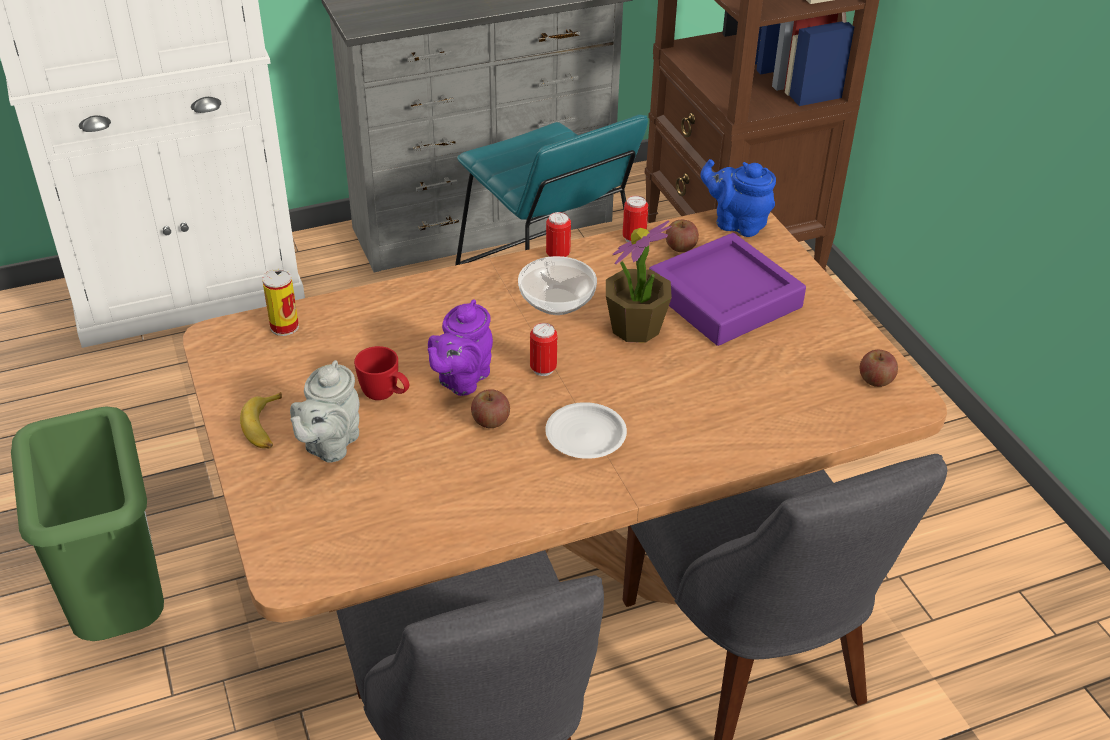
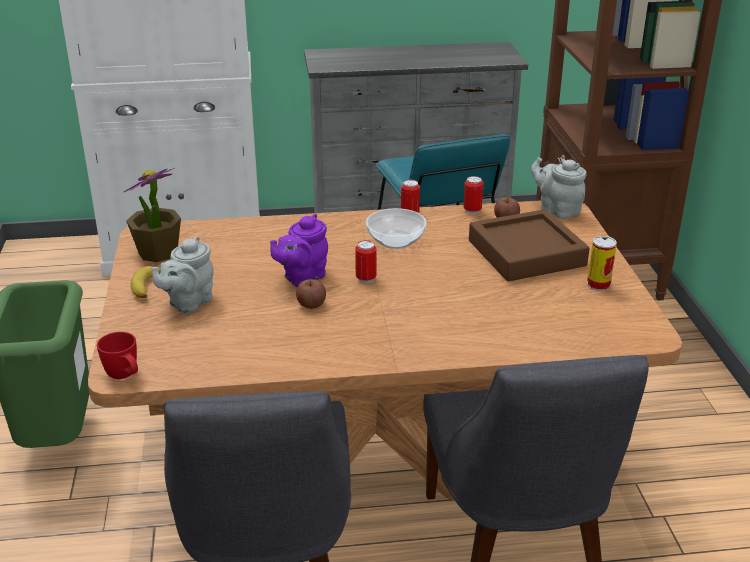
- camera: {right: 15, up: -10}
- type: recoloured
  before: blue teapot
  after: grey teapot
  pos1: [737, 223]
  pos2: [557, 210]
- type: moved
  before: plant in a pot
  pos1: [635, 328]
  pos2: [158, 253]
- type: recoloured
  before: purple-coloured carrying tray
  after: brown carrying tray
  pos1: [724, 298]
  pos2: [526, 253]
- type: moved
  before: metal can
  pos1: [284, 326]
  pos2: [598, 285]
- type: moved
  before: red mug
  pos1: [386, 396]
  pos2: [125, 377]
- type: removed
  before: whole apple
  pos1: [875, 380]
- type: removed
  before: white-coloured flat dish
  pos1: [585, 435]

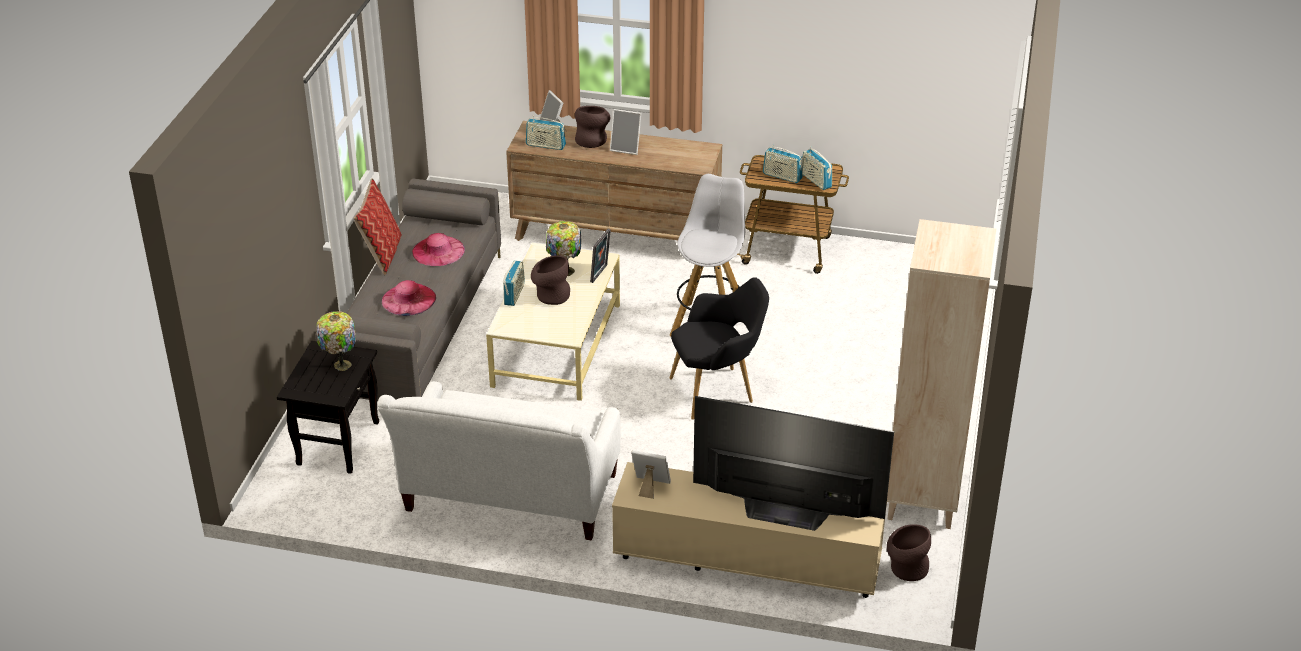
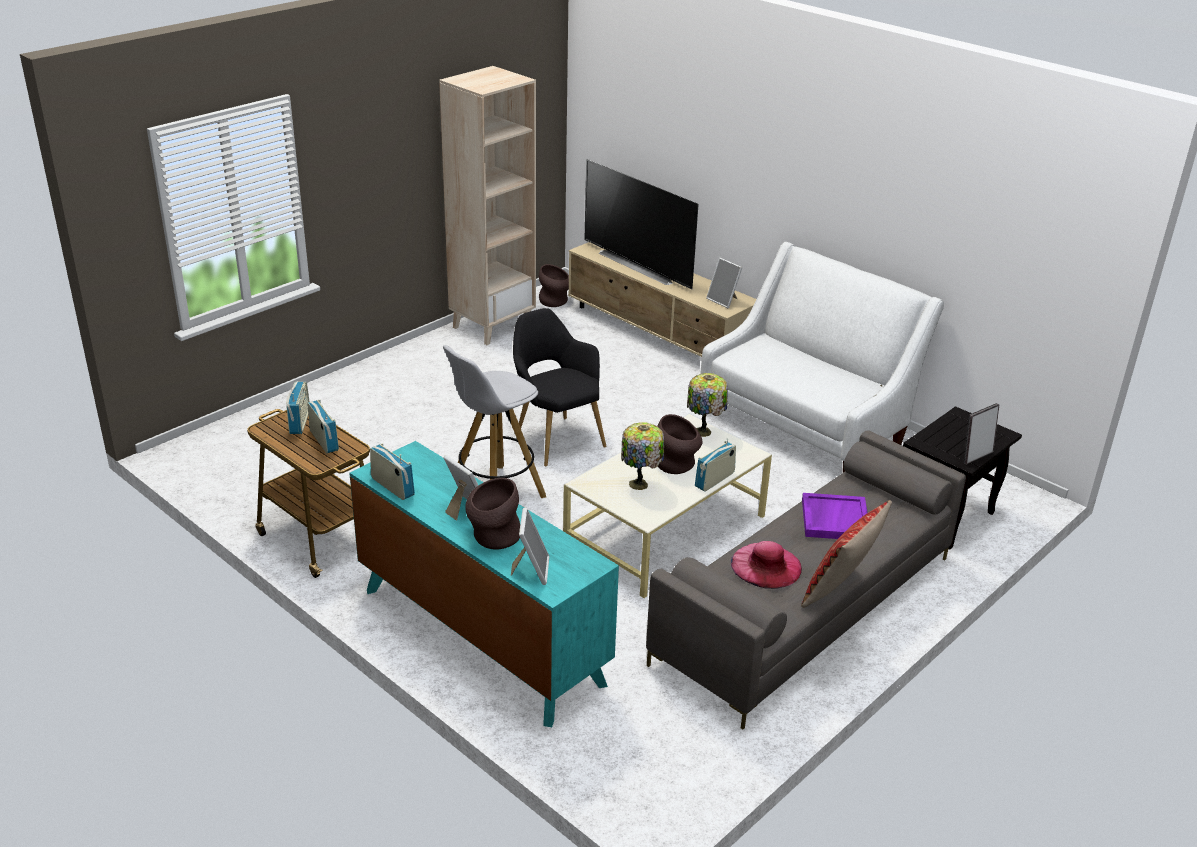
- camera: {right: -150, up: -5}
- type: moved
  before: radio set
  pos1: [545, 145]
  pos2: [392, 487]
- type: recoloured
  before: brown chest of drawers
  after: turquoise chest of drawers
  pos1: [616, 236]
  pos2: [480, 635]
- type: moved
  before: photo frame
  pos1: [600, 274]
  pos2: [976, 456]
- type: turned
  before: black lounge chair
  pos1: [717, 391]
  pos2: [555, 438]
  turn: 45
- type: replaced
  before: pink hat
  after: purple-coloured carrying tray
  pos1: [408, 299]
  pos2: [834, 519]
- type: moved
  before: lamp for a table
  pos1: [340, 365]
  pos2: [704, 432]

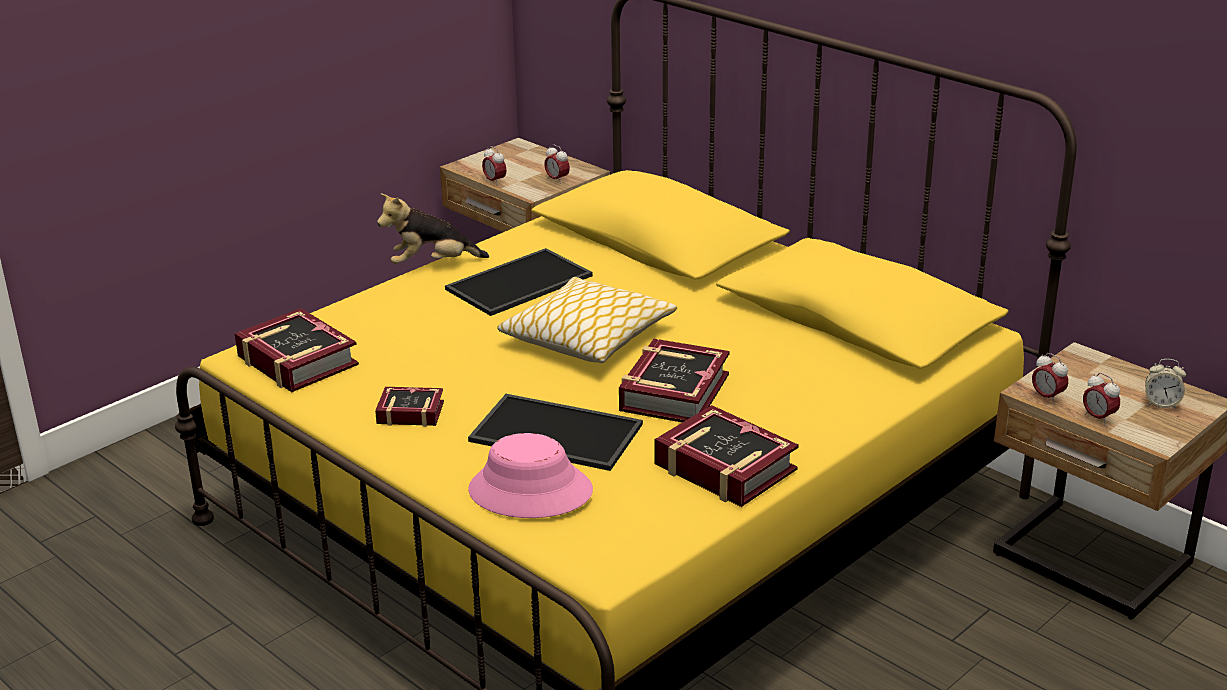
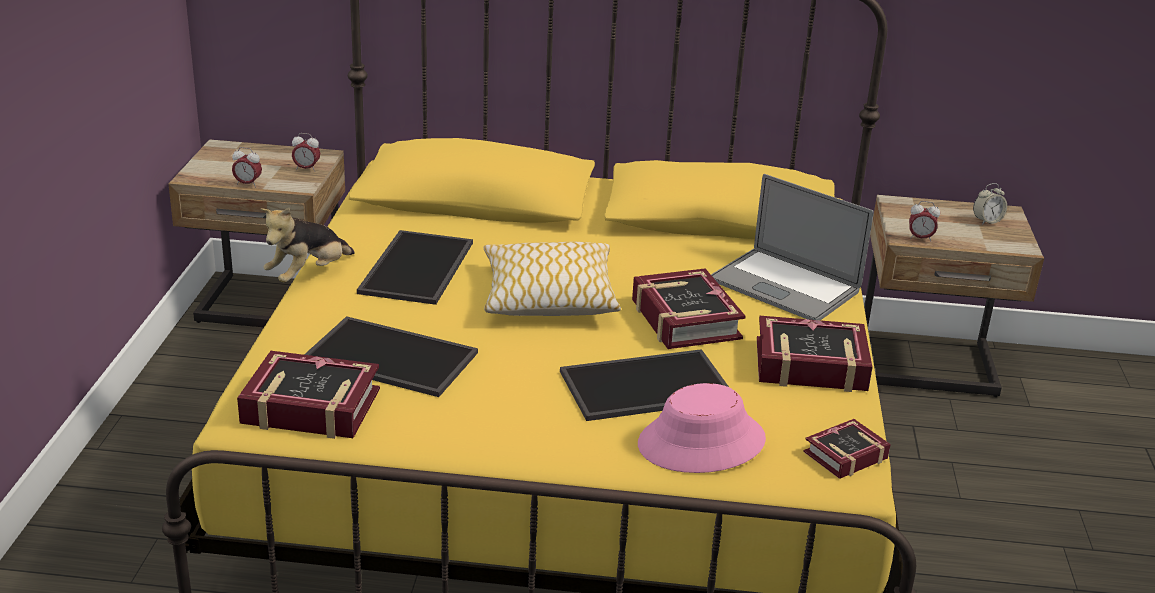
- camera: {right: -40, up: 0}
- type: removed
  before: table clock
  pos1: [1098, 418]
- type: moved
  before: bound book
  pos1: [408, 412]
  pos2: [841, 455]
- type: added
  after: laptop
  pos2: [784, 285]
- type: added
  after: carrying tray
  pos2: [388, 358]

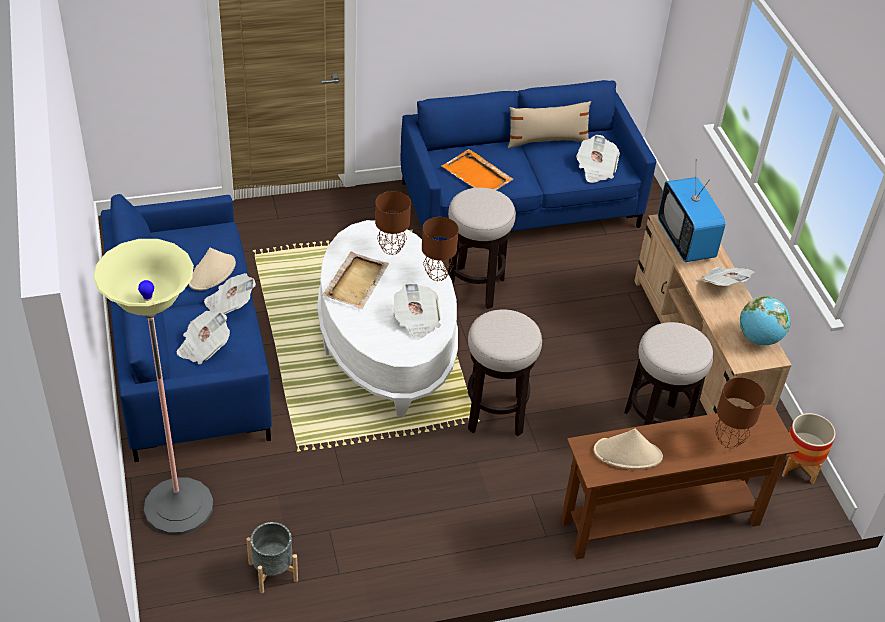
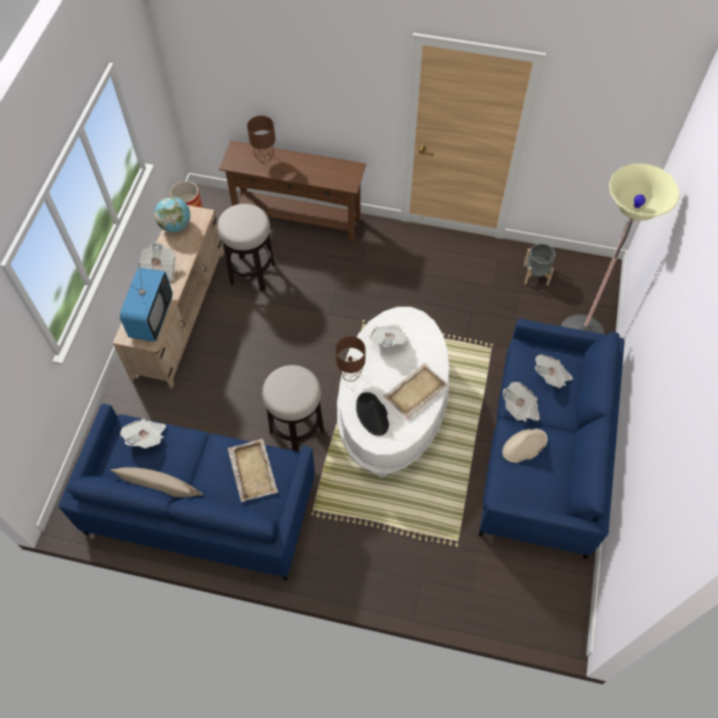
- camera: {right: -150, up: 15}
- type: recoloured
  before: orangey carrying tray
  after: beige-coloured carrying tray
  pos1: [477, 175]
  pos2: [252, 470]
- type: replaced
  before: brown lamp for a table
  after: black hat
  pos1: [390, 249]
  pos2: [372, 414]
- type: removed
  before: stool
  pos1: [495, 414]
- type: removed
  before: beige-coloured hat
  pos1: [628, 454]

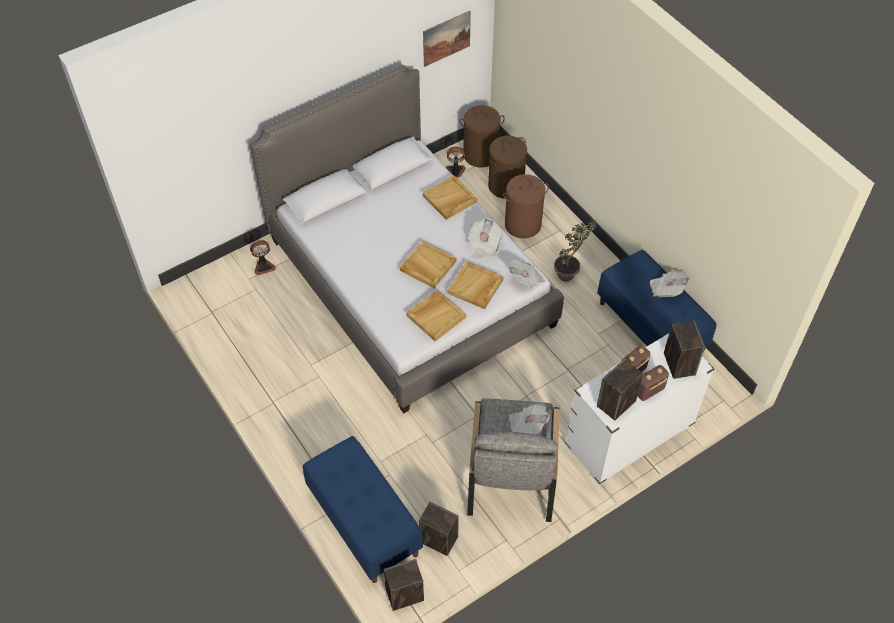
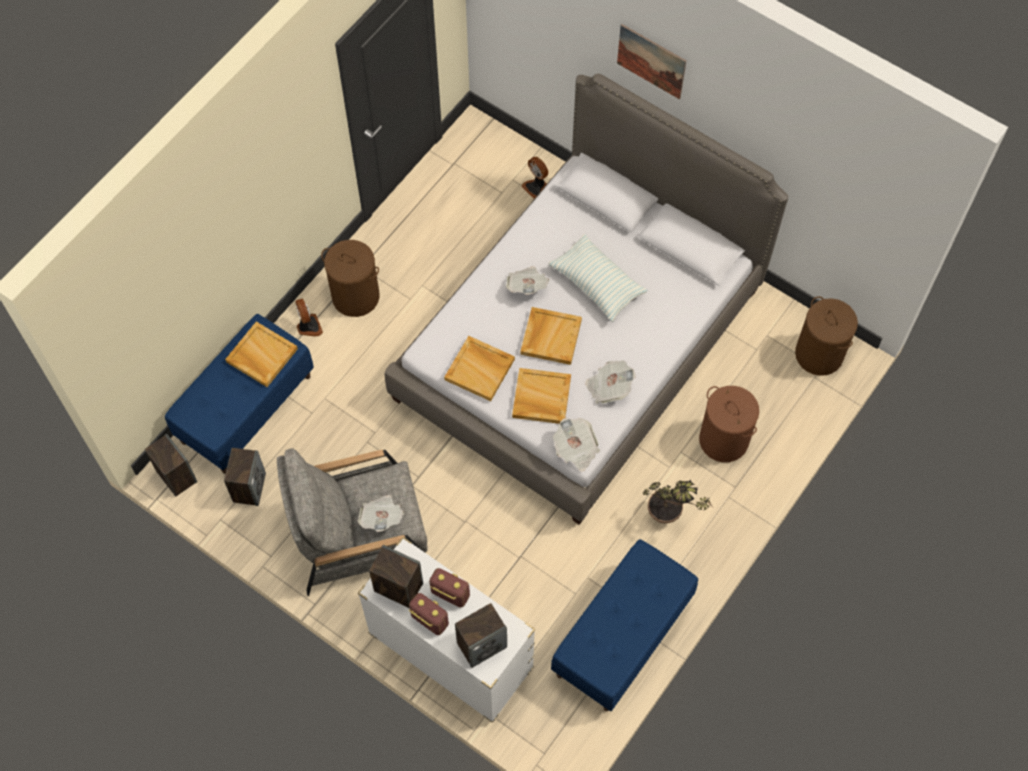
- camera: {right: 70, up: 10}
- type: moved
  before: wall picture
  pos1: [446, 38]
  pos2: [651, 61]
- type: moved
  before: brown laundry basket
  pos1: [506, 185]
  pos2: [356, 296]
- type: moved
  before: cooling fan
  pos1: [455, 171]
  pos2: [308, 327]
- type: moved
  before: beige-coloured carrying tray
  pos1: [449, 199]
  pos2: [261, 355]
- type: moved
  before: newspaper
  pos1: [667, 289]
  pos2: [527, 286]
- type: added
  after: throw pillow
  pos2: [597, 284]

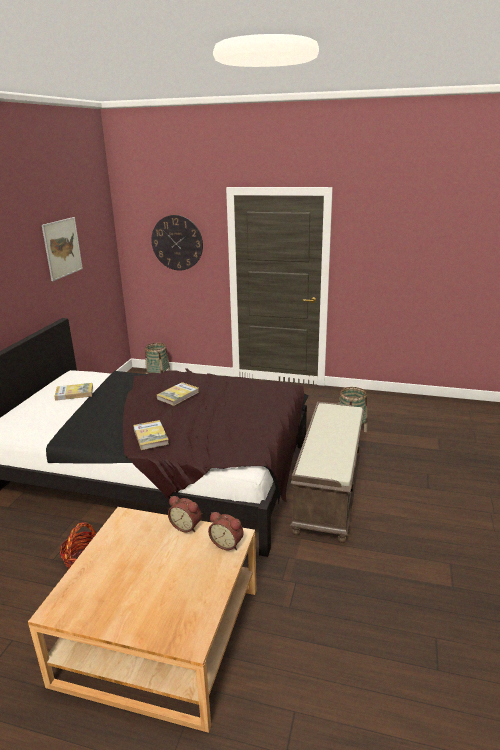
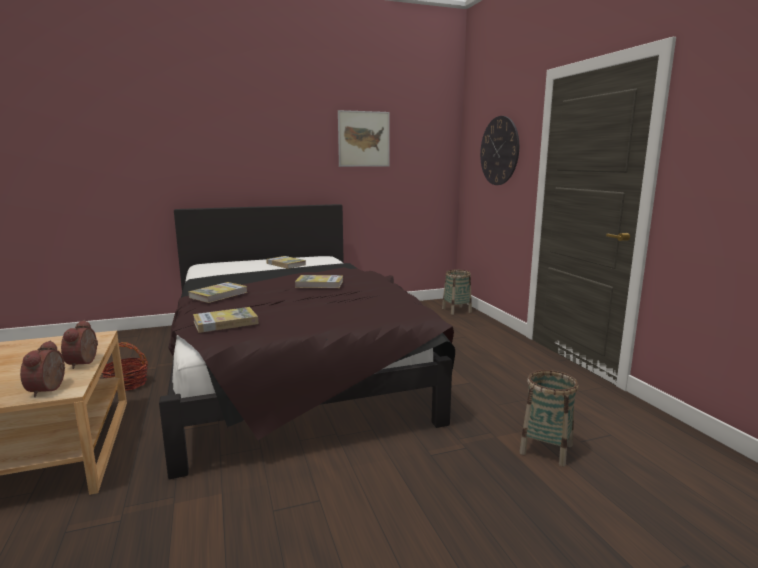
- camera: {right: 55, up: -10}
- type: removed
  before: brown long seat
  pos1: [328, 490]
- type: added
  after: bound book
  pos2: [225, 322]

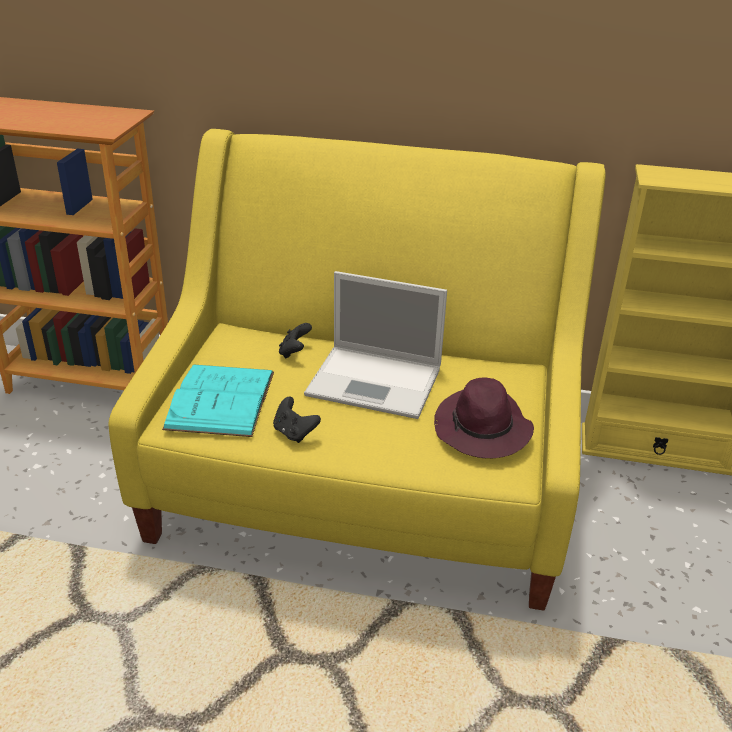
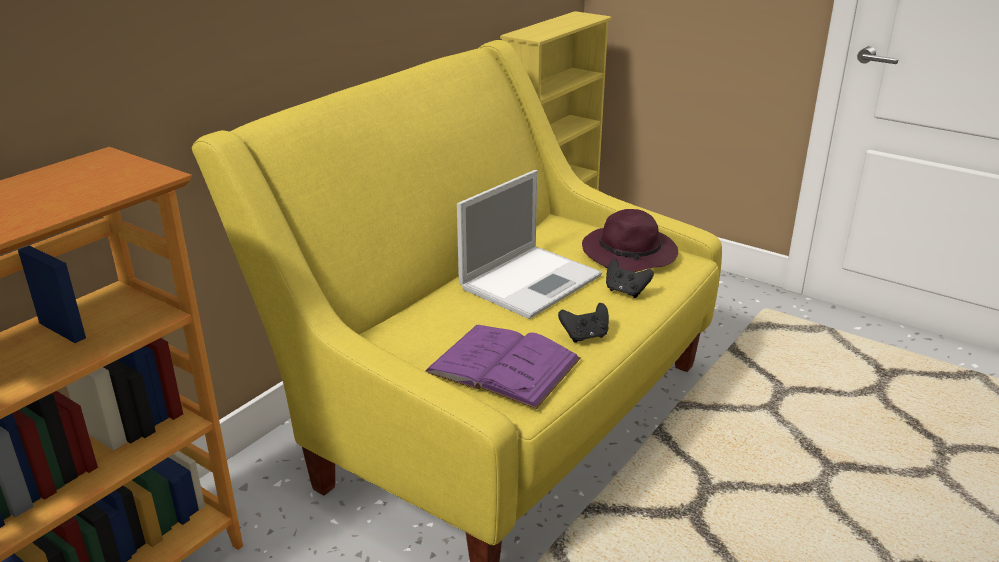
- camera: {right: -65, up: -5}
- type: moved
  before: black game controller
  pos1: [294, 352]
  pos2: [626, 291]
- type: recoloured
  before: turquoise bound book
  after: purple-coloured bound book
  pos1: [221, 400]
  pos2: [503, 365]

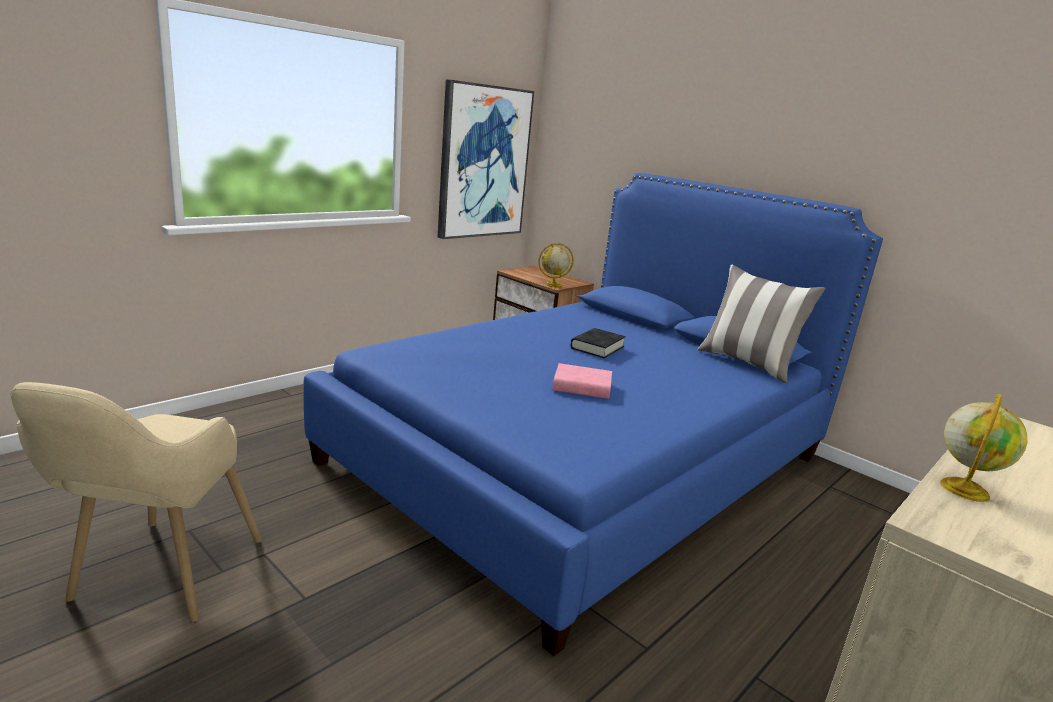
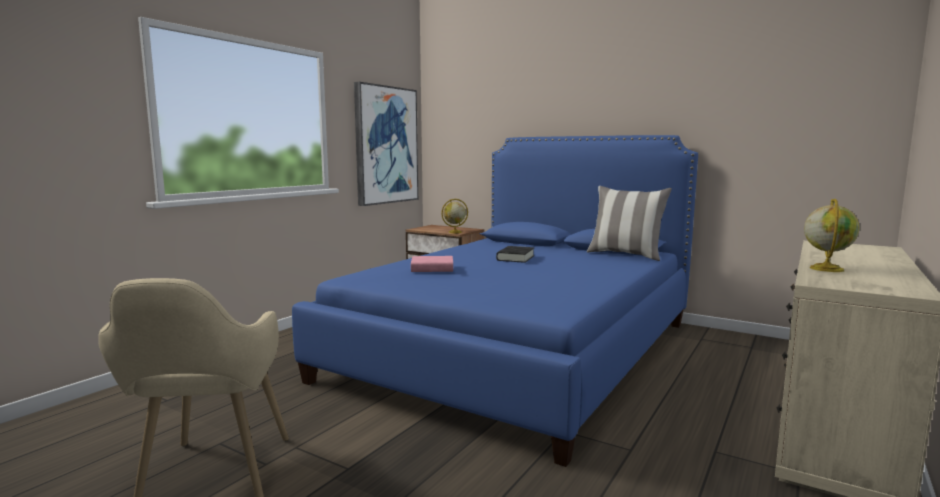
- camera: {right: -10, up: -10}
- type: moved
  before: pink bound book
  pos1: [582, 387]
  pos2: [432, 268]

